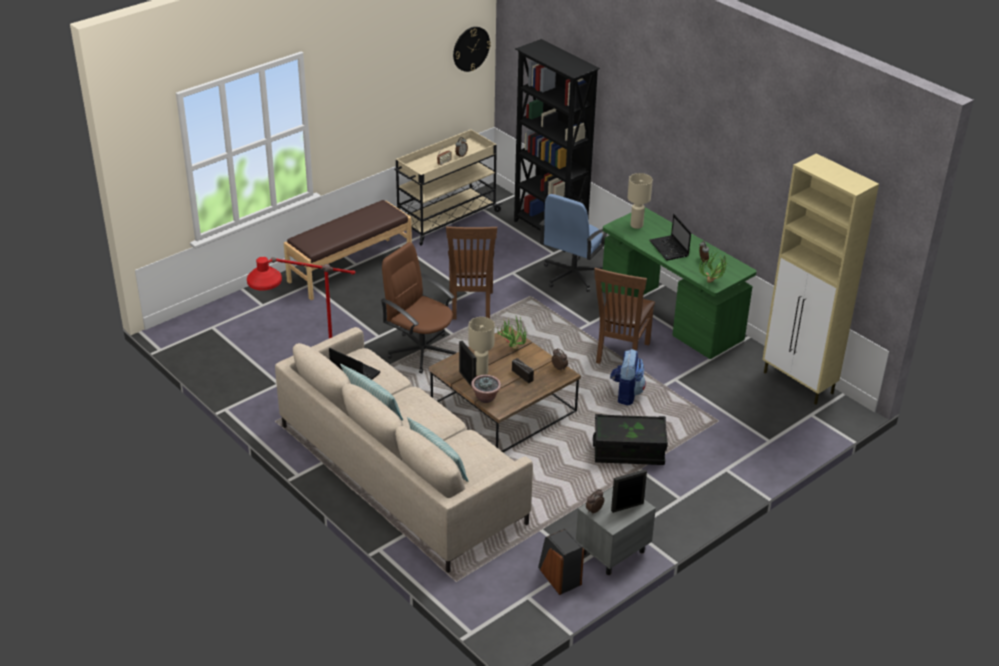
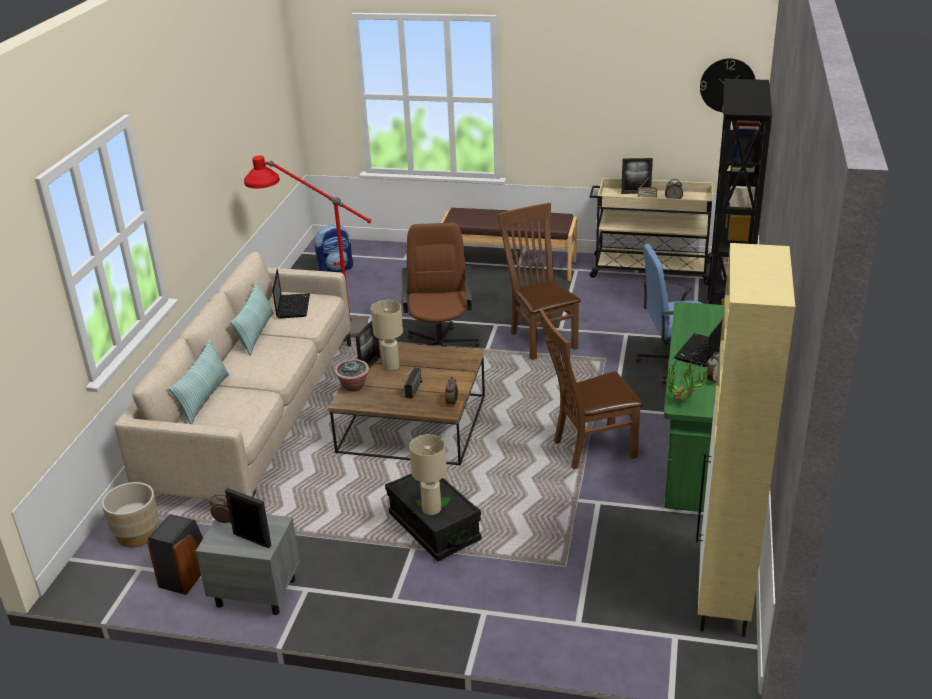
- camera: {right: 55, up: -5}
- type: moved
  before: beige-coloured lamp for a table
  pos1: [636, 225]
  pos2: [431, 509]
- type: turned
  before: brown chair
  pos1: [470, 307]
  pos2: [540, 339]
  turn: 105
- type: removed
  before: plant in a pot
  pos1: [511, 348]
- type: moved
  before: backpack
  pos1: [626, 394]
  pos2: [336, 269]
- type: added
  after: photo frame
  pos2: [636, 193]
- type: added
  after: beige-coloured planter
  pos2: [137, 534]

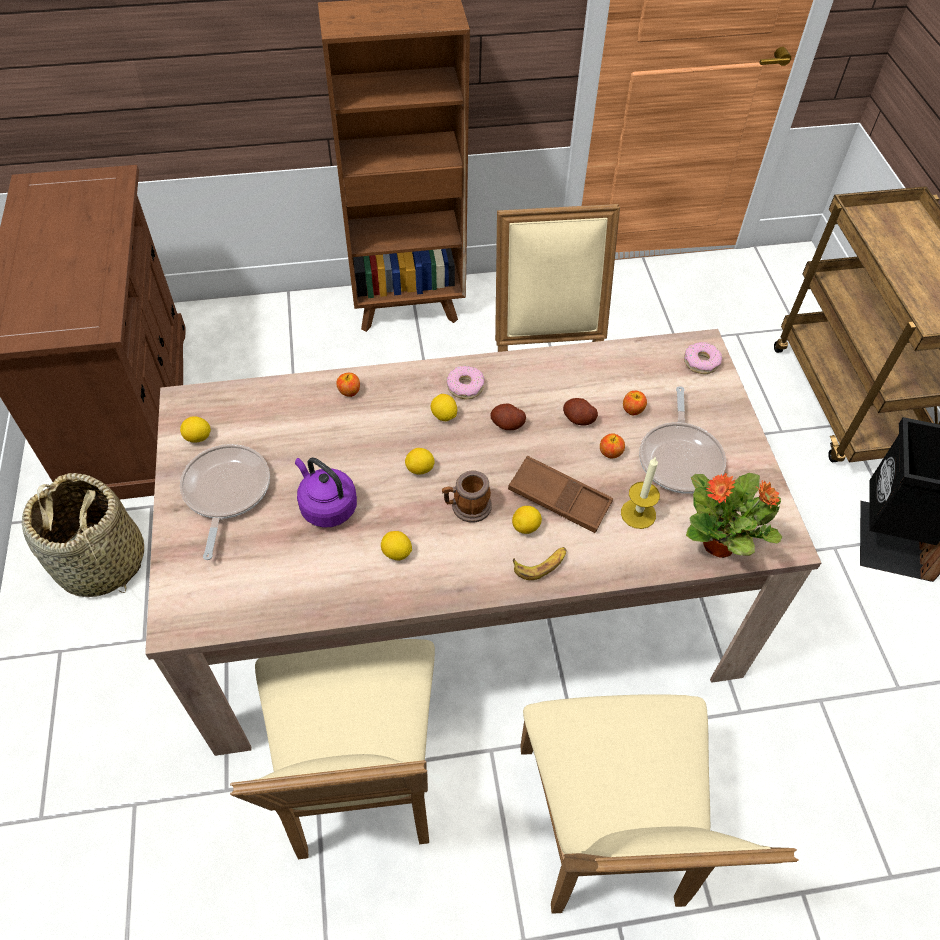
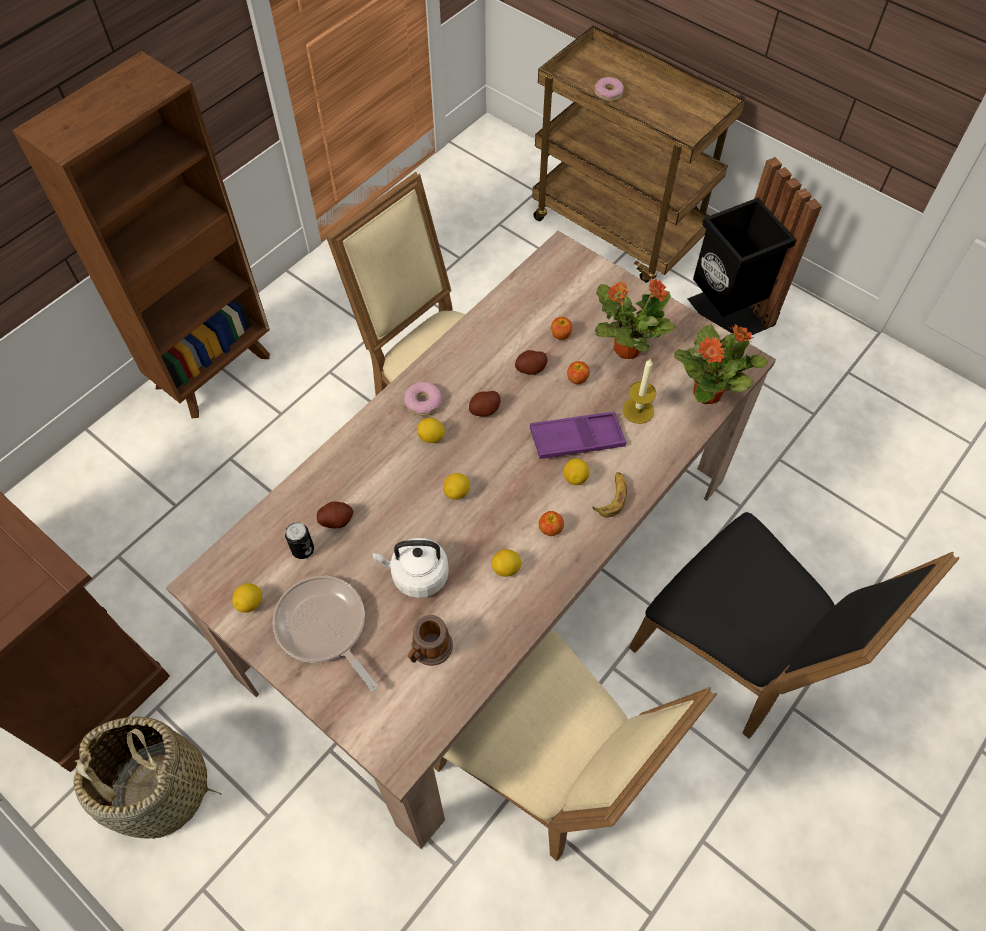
- camera: {right: -40, up: 5}
- type: moved
  before: doughnut
  pos1: [701, 362]
  pos2: [608, 93]
- type: moved
  before: whole apple
  pos1: [349, 392]
  pos2: [550, 529]
- type: replaced
  before: frying pan
  after: plant in a pot
  pos1: [680, 458]
  pos2: [626, 348]
- type: recoloured
  before: brown carrying tray
  after: purple-coloured carrying tray
  pos1: [559, 498]
  pos2: [577, 439]
- type: recoloured
  before: purple-coloured tea kettle
  after: white-coloured tea kettle
  pos1: [326, 506]
  pos2: [417, 575]
- type: moved
  before: mug
  pos1: [467, 507]
  pos2: [429, 650]
- type: recoloured
  before: beige-coloured chair
  after: black chair
  pos1: [608, 834]
  pos2: [735, 657]
- type: added
  after: whole potato
  pos2: [336, 520]
- type: added
  after: metal can
  pos2: [303, 549]

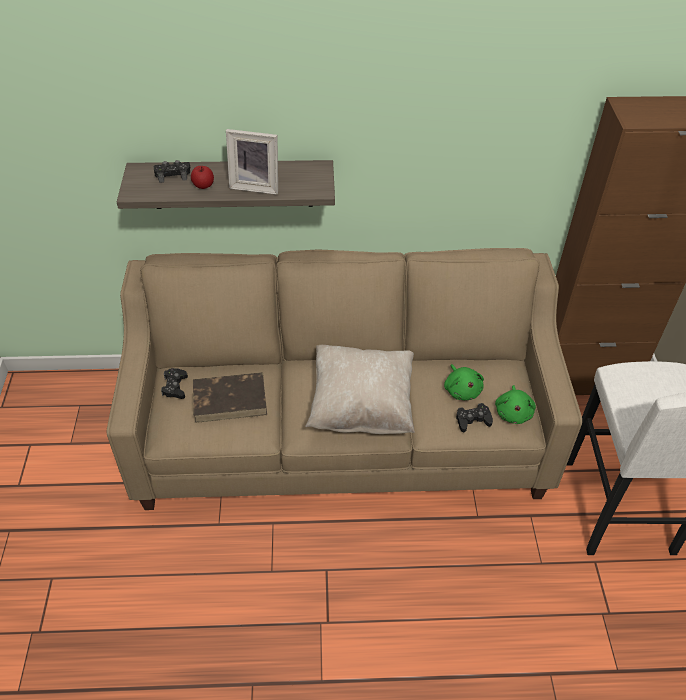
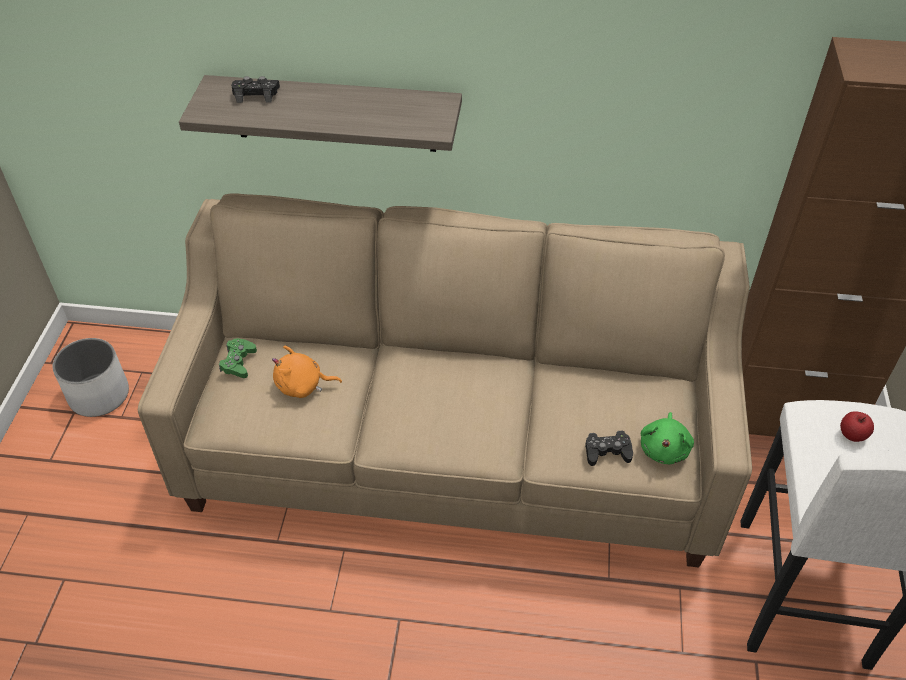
- camera: {right: 10, up: 0}
- type: removed
  before: photo frame
  pos1: [256, 185]
- type: moved
  before: whole apple
  pos1: [203, 185]
  pos2: [852, 435]
- type: removed
  before: beige-coloured throw pillow
  pos1: [361, 406]
- type: removed
  before: green soft toy
  pos1: [462, 390]
- type: recoloured
  before: black game controller
  after: green game controller
  pos1: [175, 387]
  pos2: [238, 362]
- type: replaced
  before: brown bound book
  after: orangey soft toy
  pos1: [230, 399]
  pos2: [303, 386]
- type: added
  after: white-coloured planter
  pos2: [100, 395]

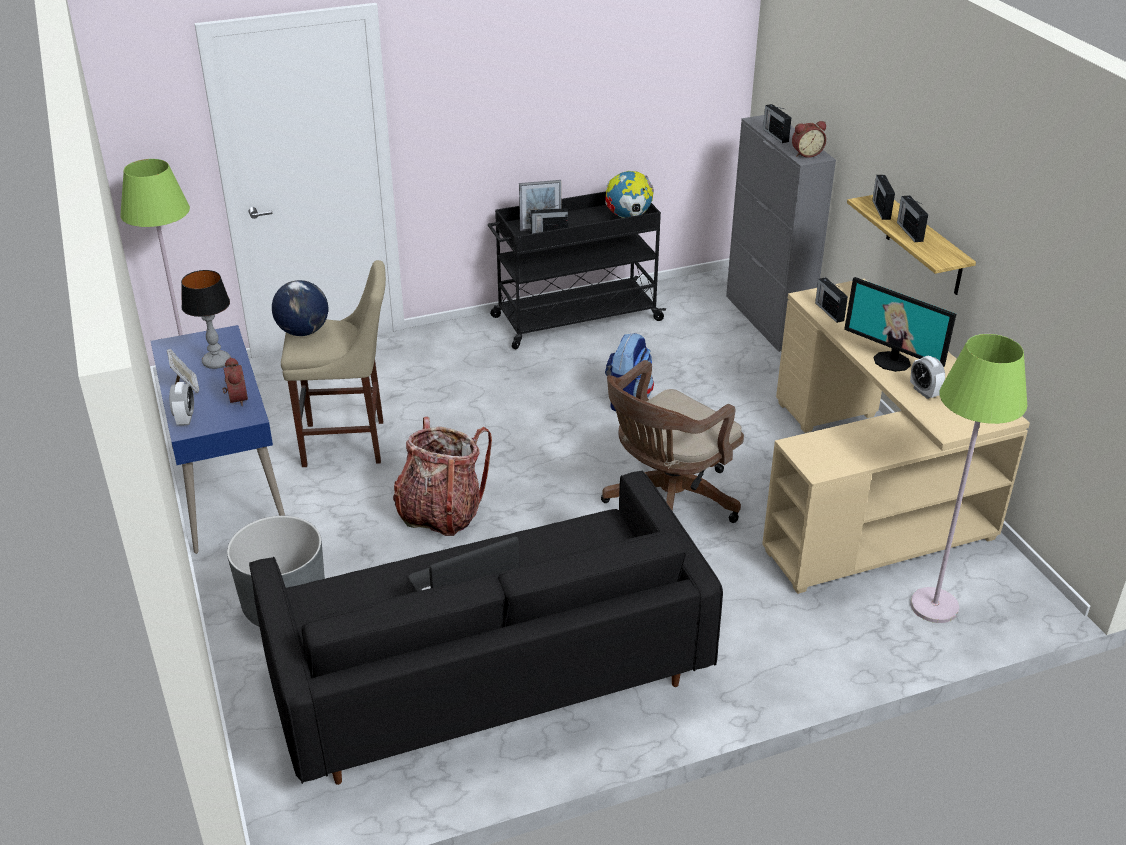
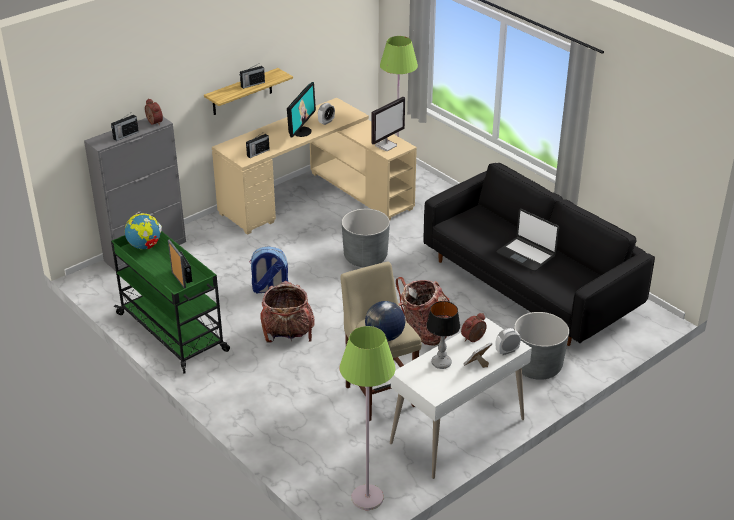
- camera: {right: -110, up: 0}
- type: removed
  before: radio set
  pos1: [881, 209]
- type: recoloured
  before: black wheeled cart
  after: green wheeled cart
  pos1: [574, 319]
  pos2: [173, 333]
- type: recoloured
  before: blue desk unit
  after: white-coloured desk unit
  pos1: [227, 489]
  pos2: [458, 432]
- type: replaced
  before: brown office chair
  after: grey planter
  pos1: [666, 502]
  pos2: [365, 257]
- type: added
  after: monitor
  pos2: [386, 145]
- type: added
  after: backpack
  pos2: [288, 334]

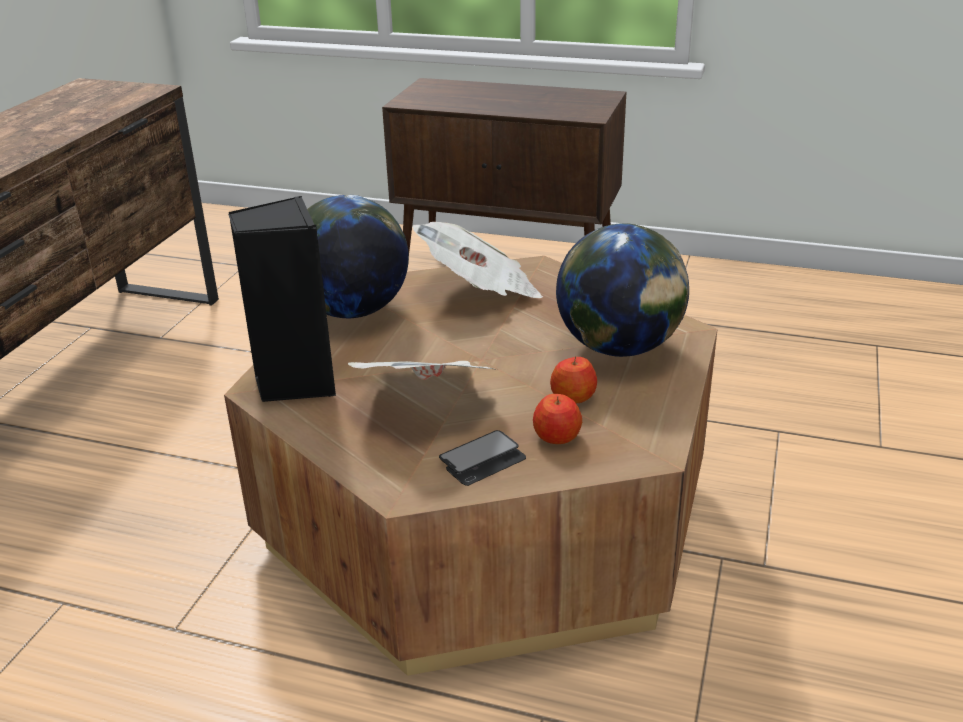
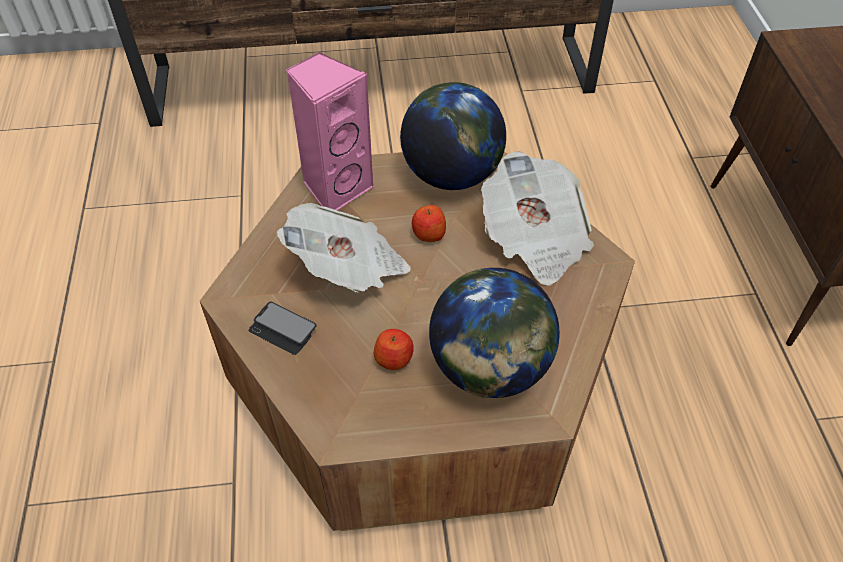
- camera: {right: 65, up: 20}
- type: recoloured
  before: black speaker
  after: pink speaker
  pos1: [294, 382]
  pos2: [336, 187]
- type: moved
  before: whole apple
  pos1: [557, 437]
  pos2: [428, 234]

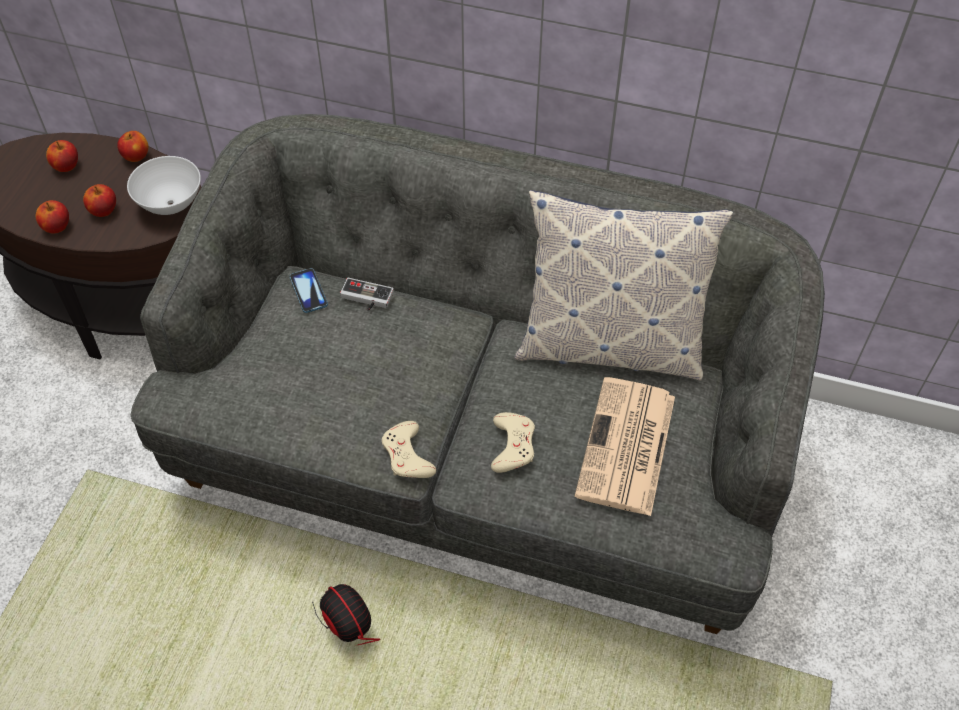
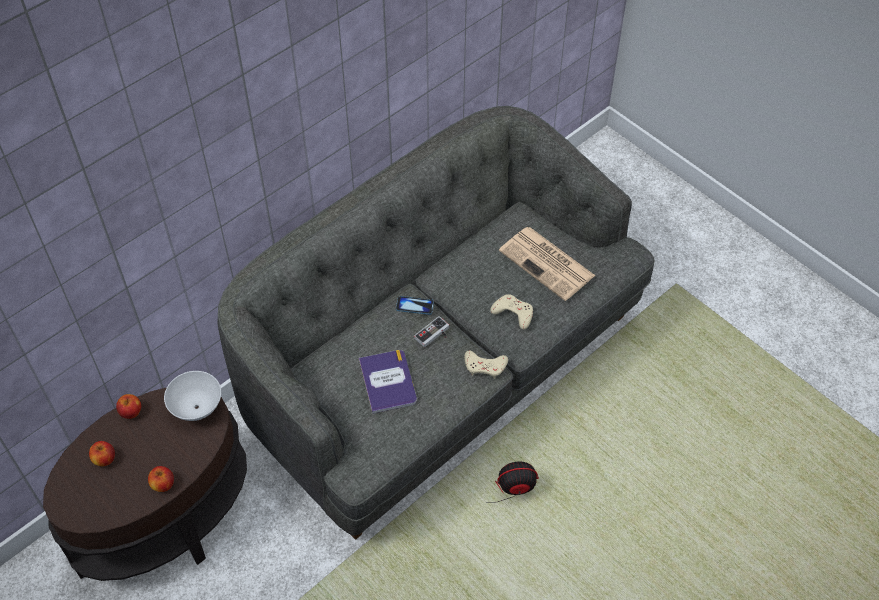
- camera: {right: -60, up: 0}
- type: removed
  before: whole apple
  pos1: [103, 211]
- type: removed
  before: throw pillow
  pos1: [609, 345]
- type: moved
  before: telephone
  pos1: [308, 291]
  pos2: [415, 306]
- type: moved
  before: game controller
  pos1: [365, 299]
  pos2: [434, 335]
- type: added
  after: bound book
  pos2: [388, 381]

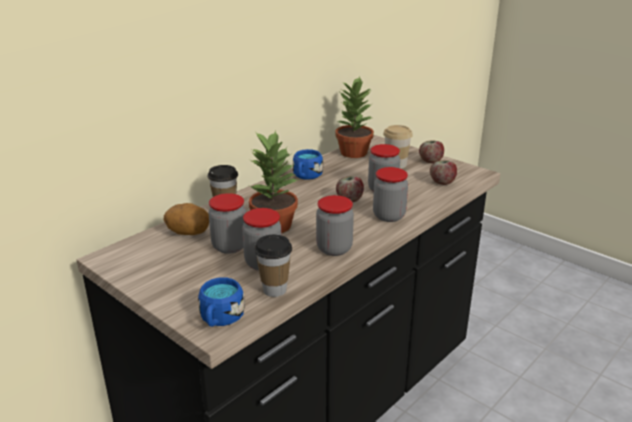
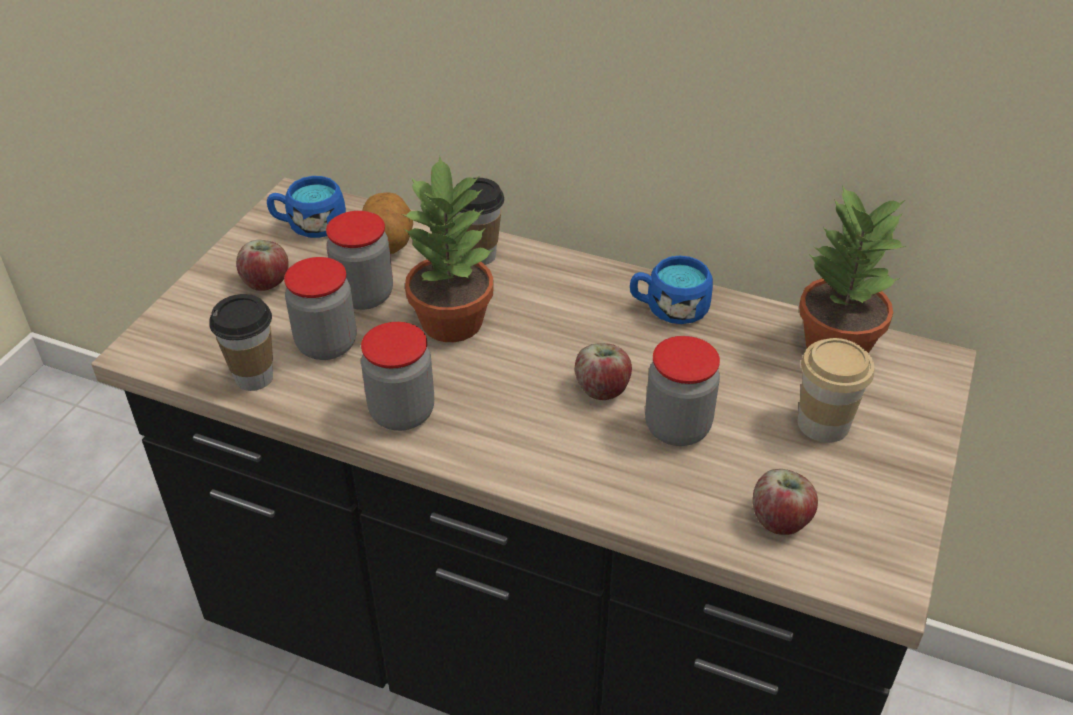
- camera: {right: 70, up: 15}
- type: moved
  before: whole apple
  pos1: [430, 161]
  pos2: [266, 283]
- type: removed
  before: storage jar
  pos1: [389, 216]
- type: moved
  before: blue mug
  pos1: [220, 319]
  pos2: [309, 225]

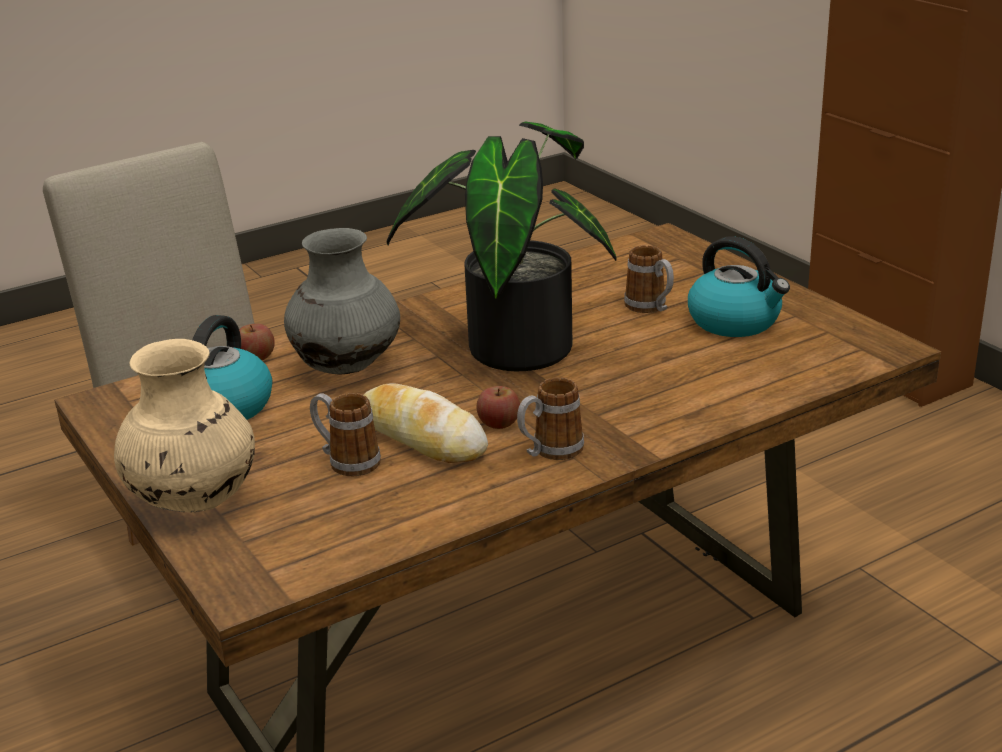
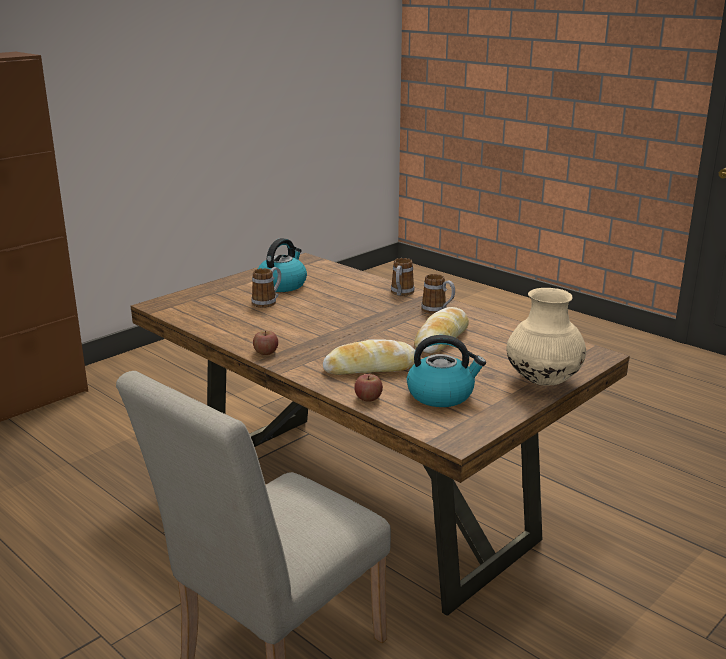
- camera: {right: -105, up: -5}
- type: removed
  before: plant in a pot
  pos1: [512, 345]
- type: replaced
  before: grey flower vase
  after: baked bread
  pos1: [346, 367]
  pos2: [370, 368]
- type: moved
  before: whole apple
  pos1: [499, 423]
  pos2: [266, 352]
- type: moved
  before: mug
  pos1: [346, 461]
  pos2: [401, 294]

